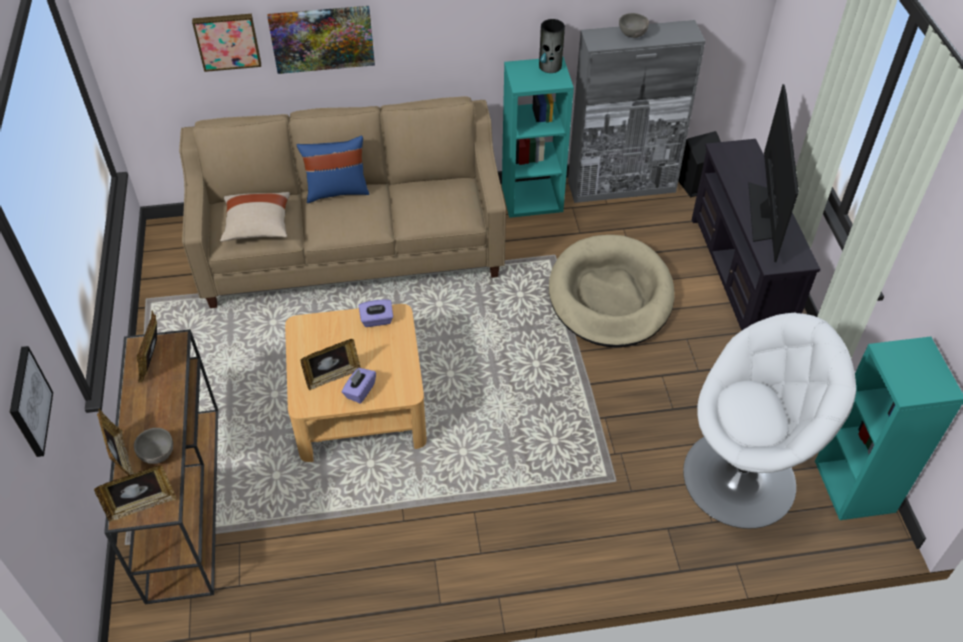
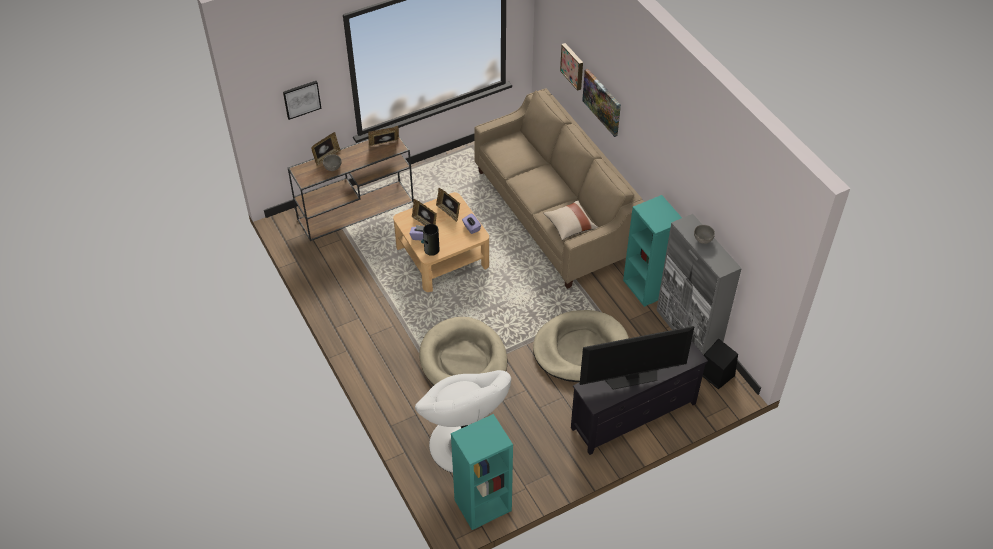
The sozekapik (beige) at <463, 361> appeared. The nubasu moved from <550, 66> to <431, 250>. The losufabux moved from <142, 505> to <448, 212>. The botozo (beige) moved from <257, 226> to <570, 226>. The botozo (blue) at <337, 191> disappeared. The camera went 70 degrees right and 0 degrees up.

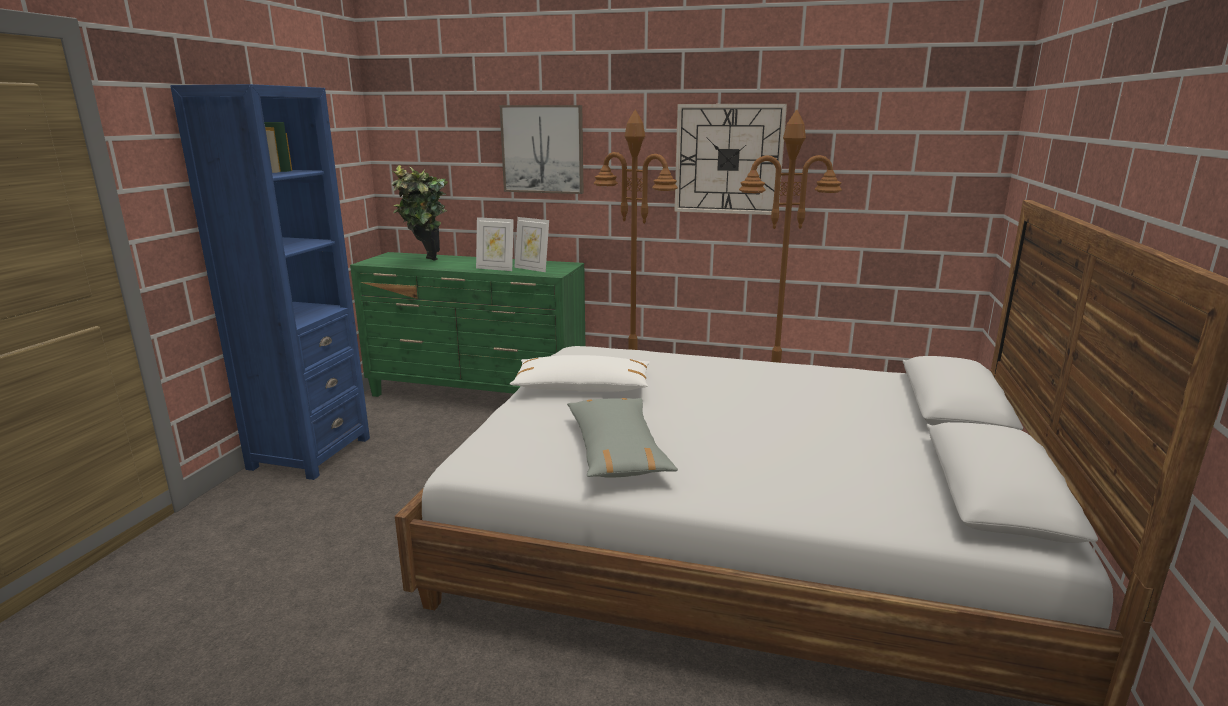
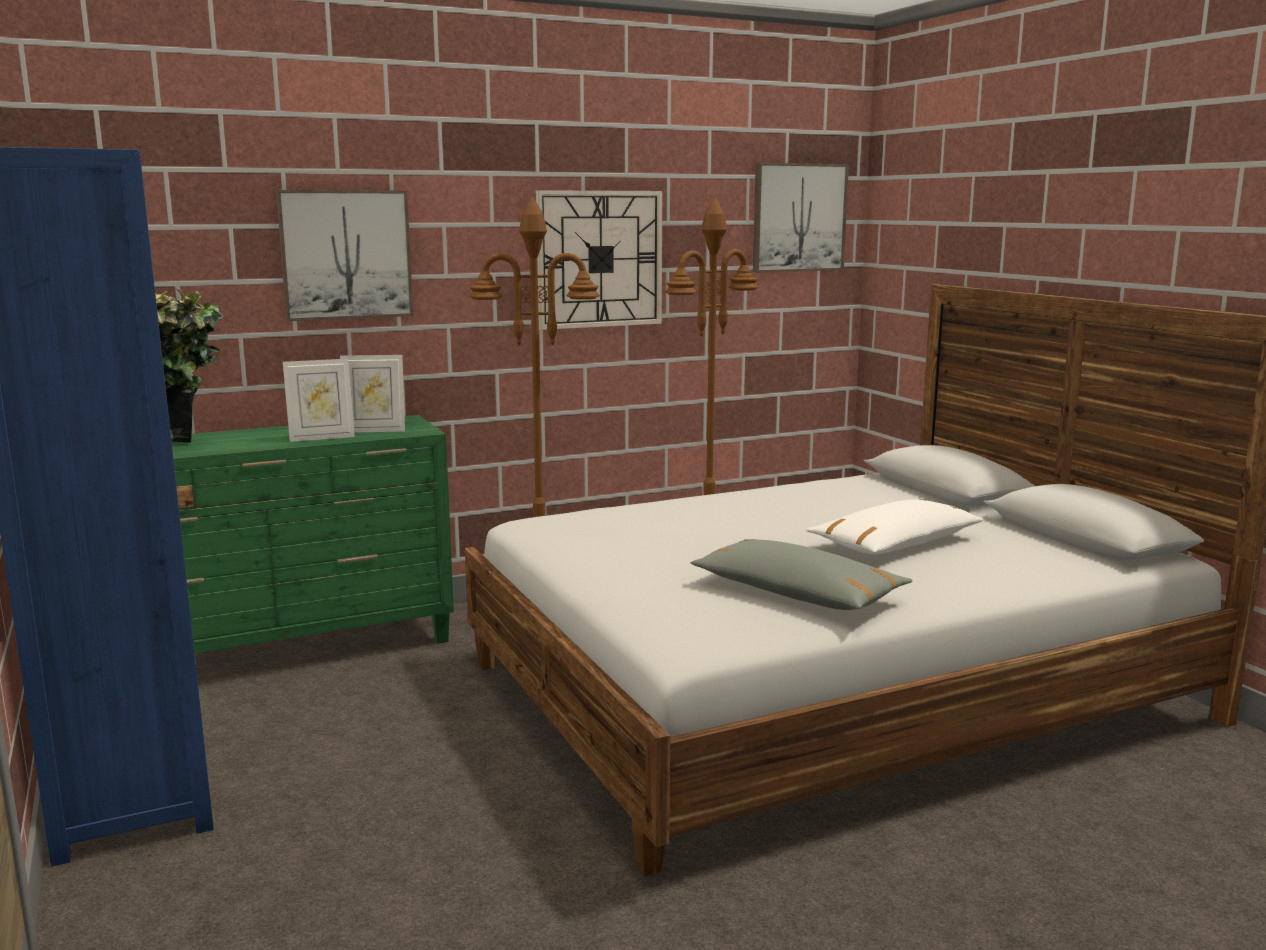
The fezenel at <798, 218> appeared. The botozo (white) moved from <582, 387> to <896, 544>. The camera went 40 degrees left and 5 degrees down.

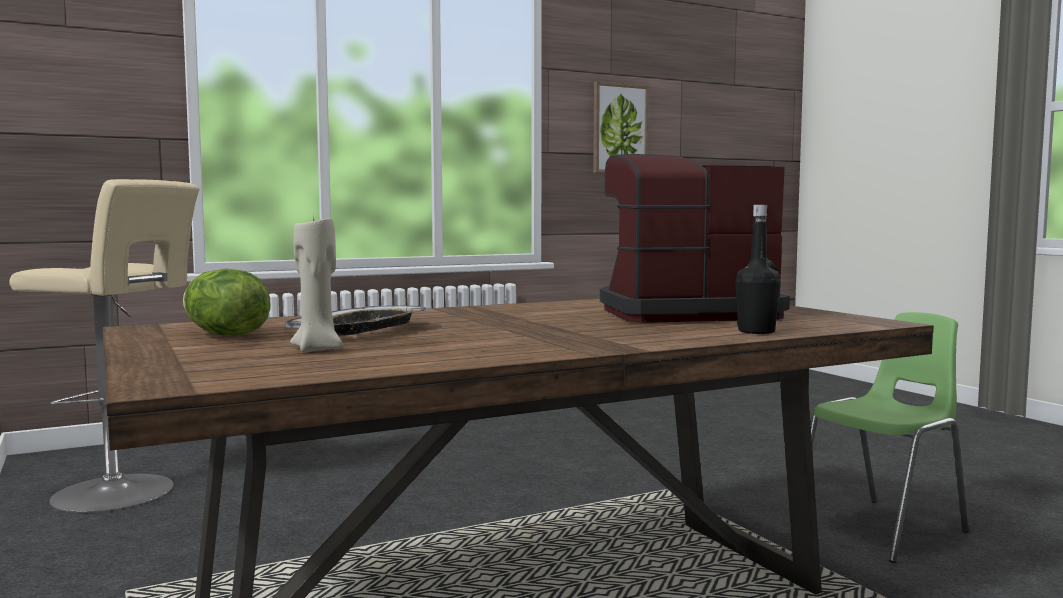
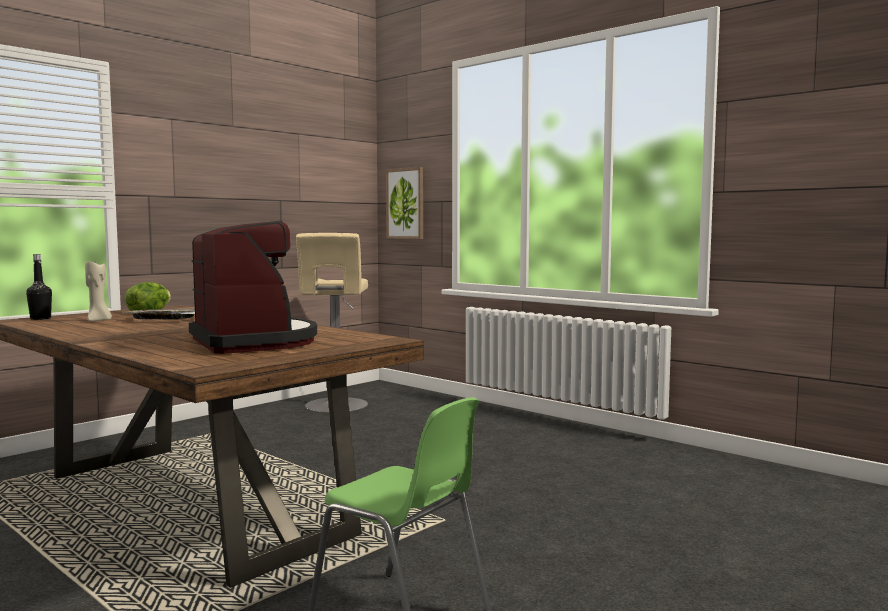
The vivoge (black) moved from <756, 331> to <40, 318>. The fezenel moved from <619, 129> to <405, 203>. The camera went 70 degrees right and 0 degrees up.

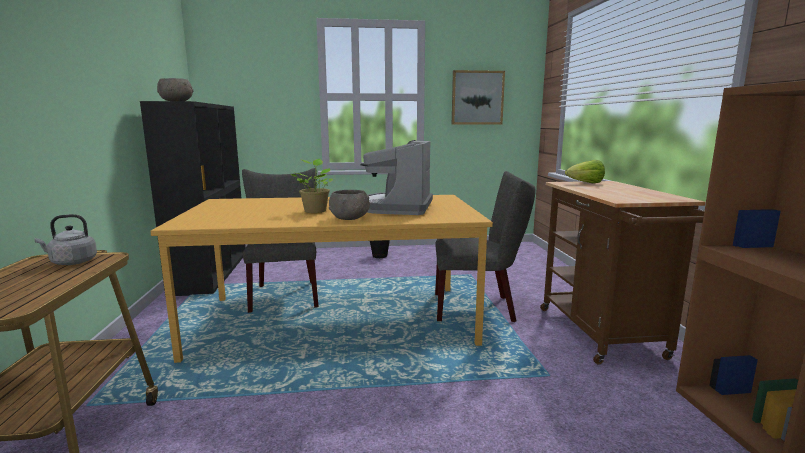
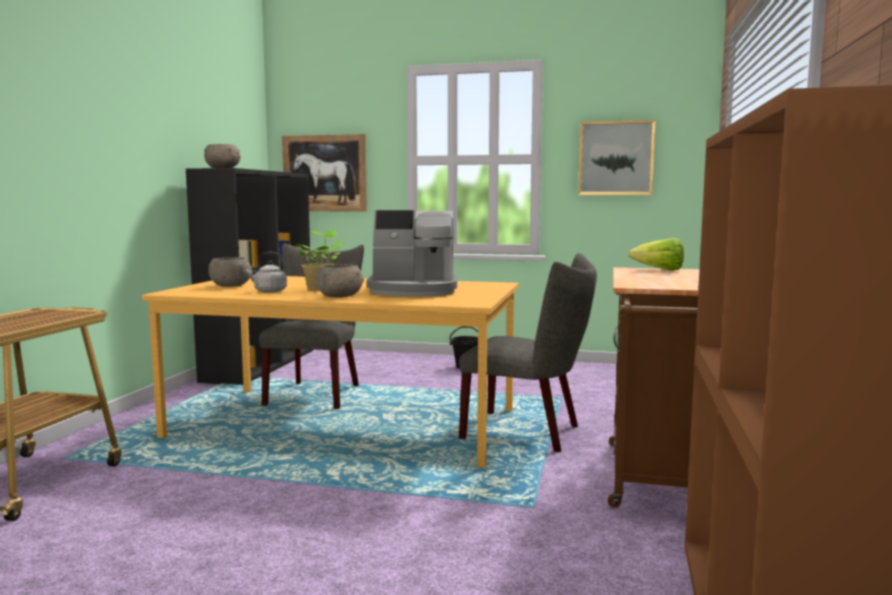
The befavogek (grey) at <231, 286> appeared. The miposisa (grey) moved from <71, 262> to <268, 291>. The fezenel at <324, 173> appeared. The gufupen at <397, 208> turned 120 degrees counterclockwise. The camera went 20 degrees right and 5 degrees down.

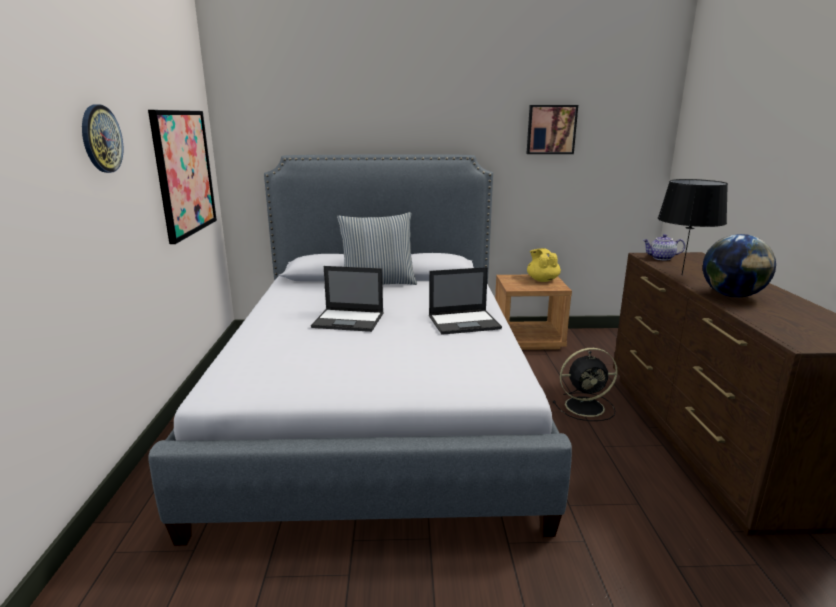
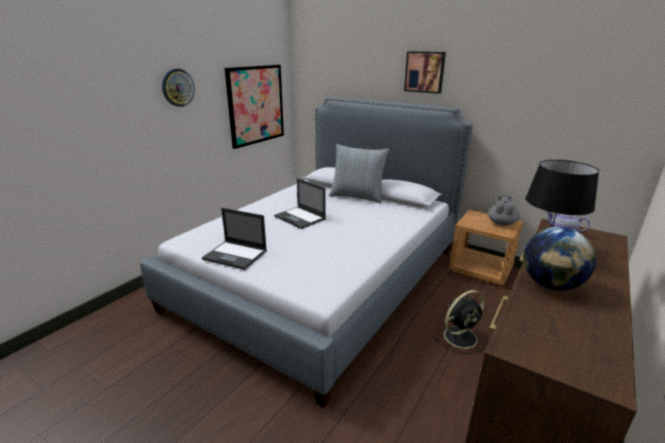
The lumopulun moved from <465, 322> to <236, 255>. The fezenel moved from <551, 129> to <424, 72>. The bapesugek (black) at <586, 406> turned 60 degrees counterclockwise. The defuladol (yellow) at <542, 280> became the defuladol (grey) at <501, 223>. The camera went 35 degrees right and 5 degrees up.

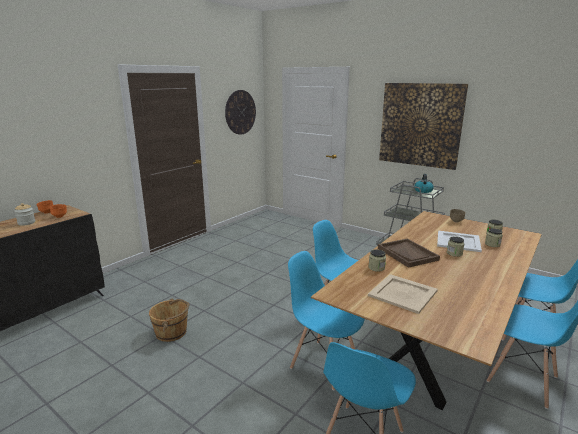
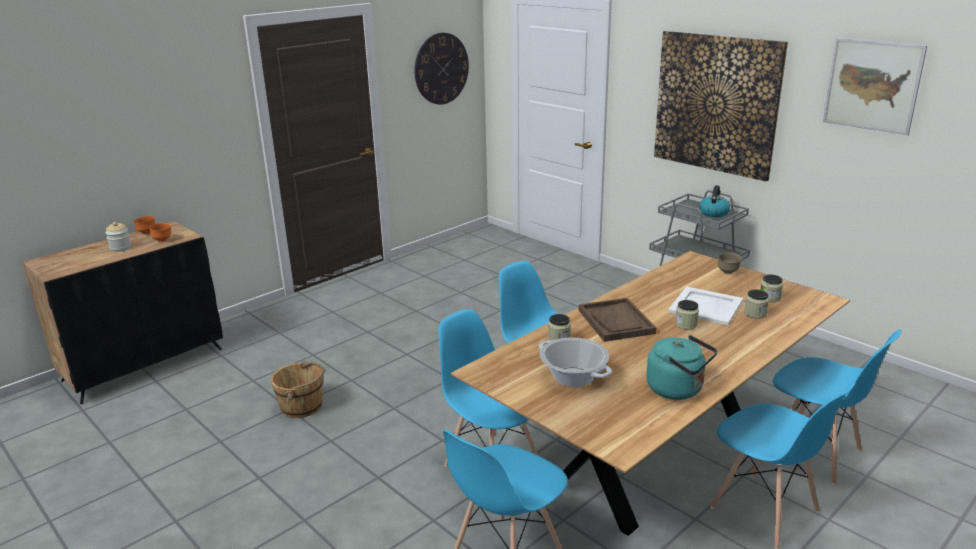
The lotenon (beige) at <403, 293> was replaced by the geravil at <573, 377>. The miposisa (turquoise) at <678, 389> appeared. The fezenel at <872, 85> appeared. The camera went 10 degrees right and 5 degrees up.

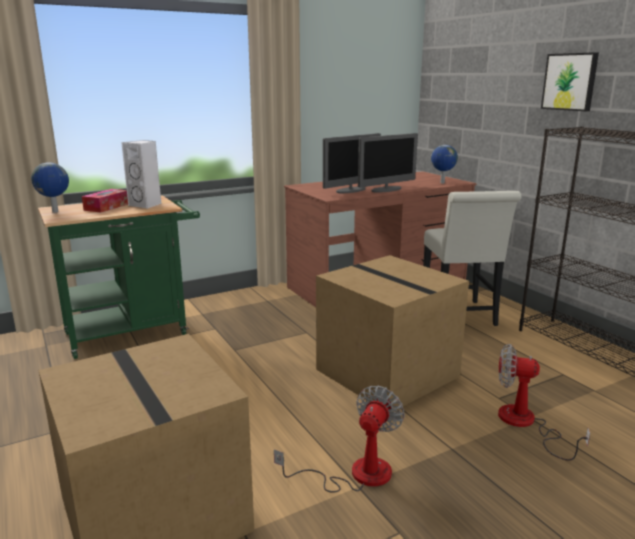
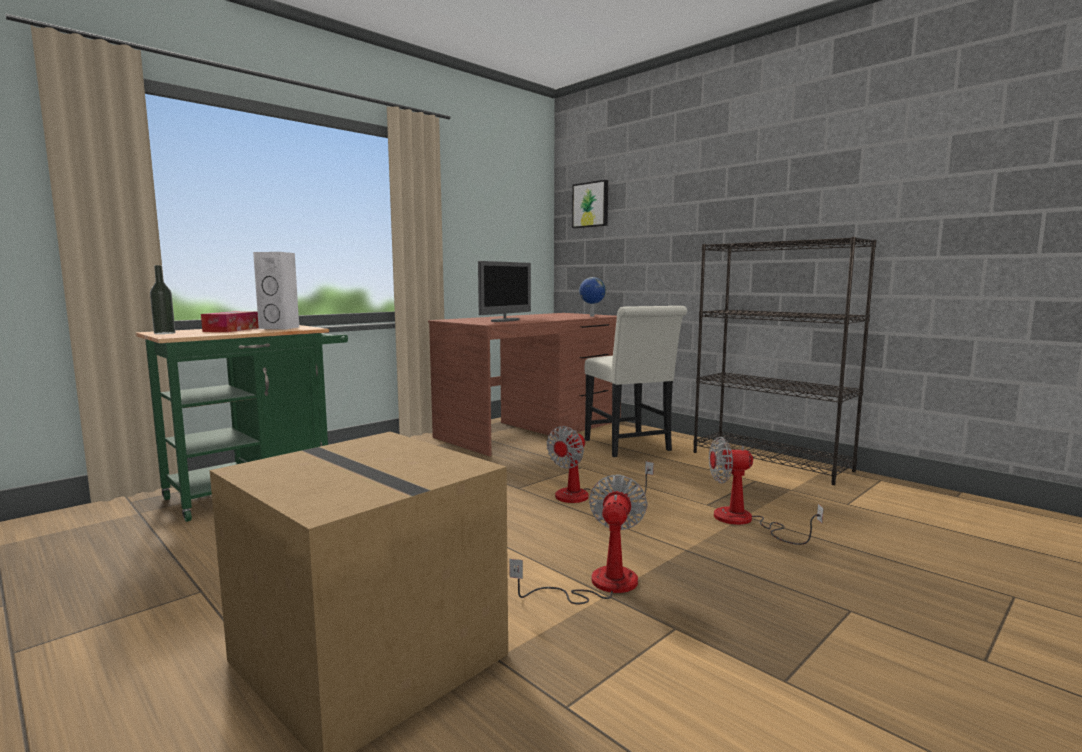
The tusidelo at <55, 212> was replaced by the vivoge at <164, 333>. The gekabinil at <389, 373> was replaced by the bapesugek at <585, 496>. The fezenel moved from <570, 82> to <591, 205>. The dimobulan at <386, 189> disappeared. The camera went 15 degrees left and 10 degrees down.

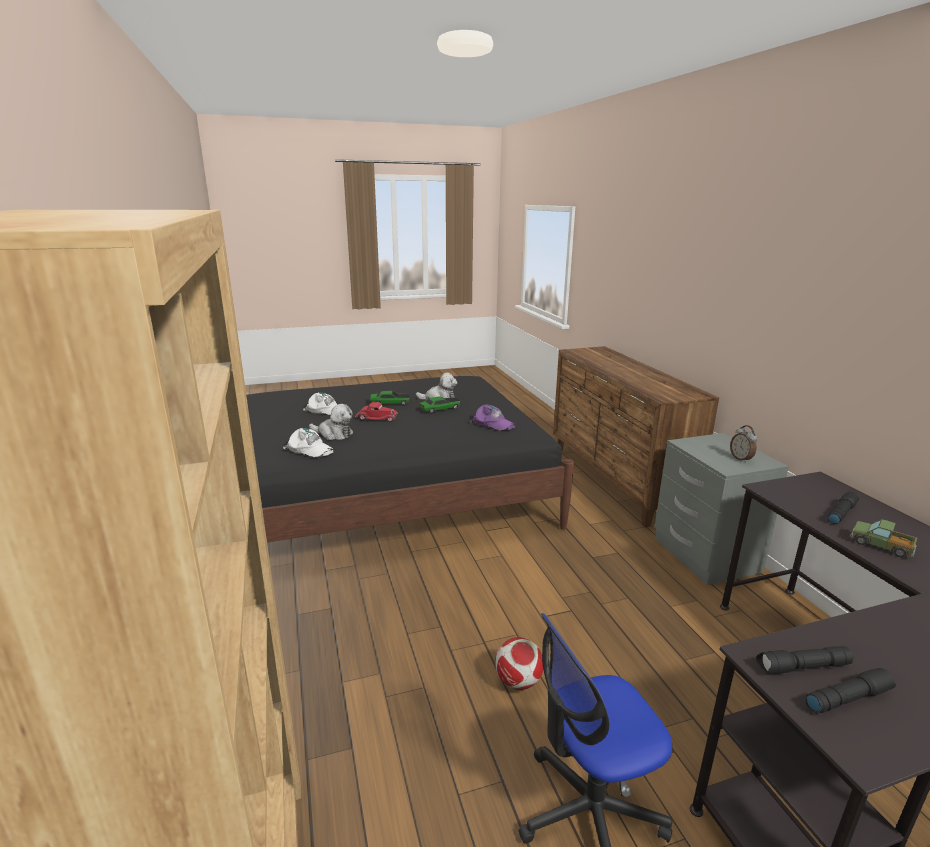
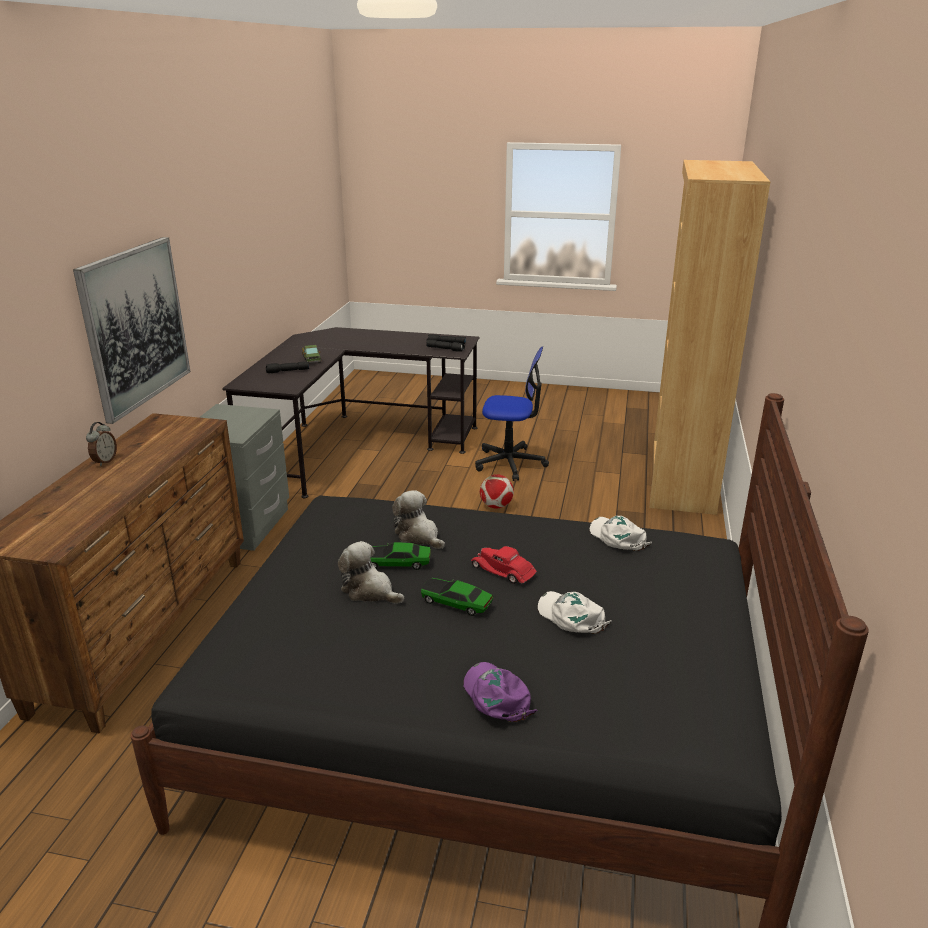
The fezenel at <135, 326> appeared. The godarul moved from <741, 459> to <104, 461>. The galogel moved from <334, 434> to <418, 536>. The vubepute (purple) moved from <492, 423> to <496, 696>. The camera went 150 degrees left and 5 degrees up.

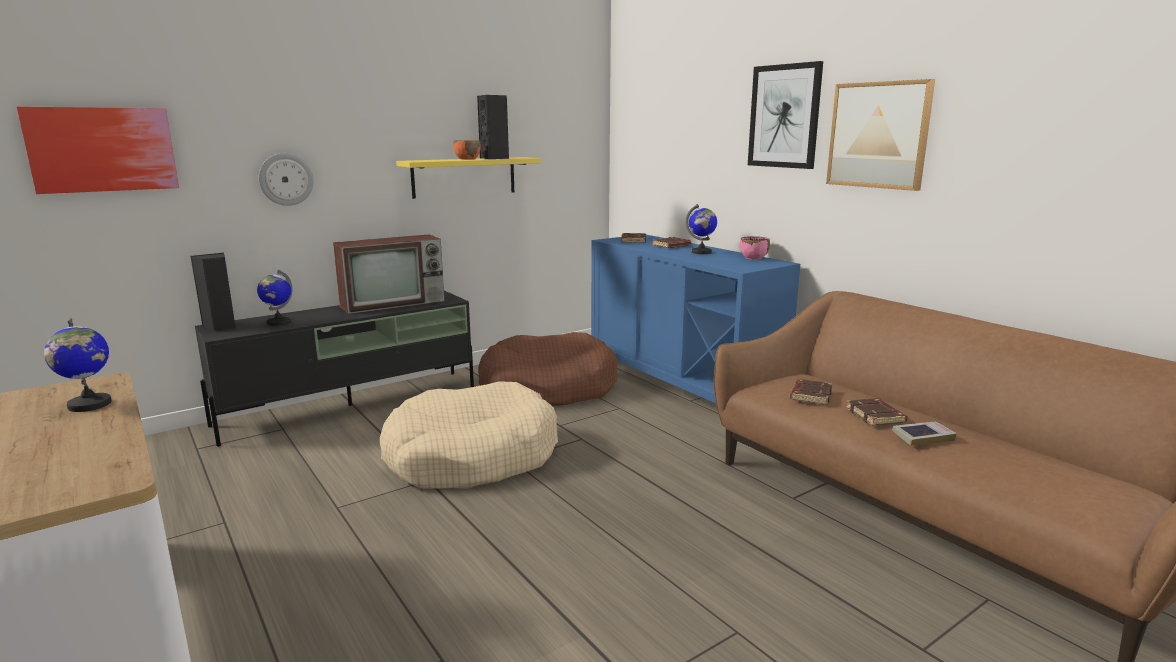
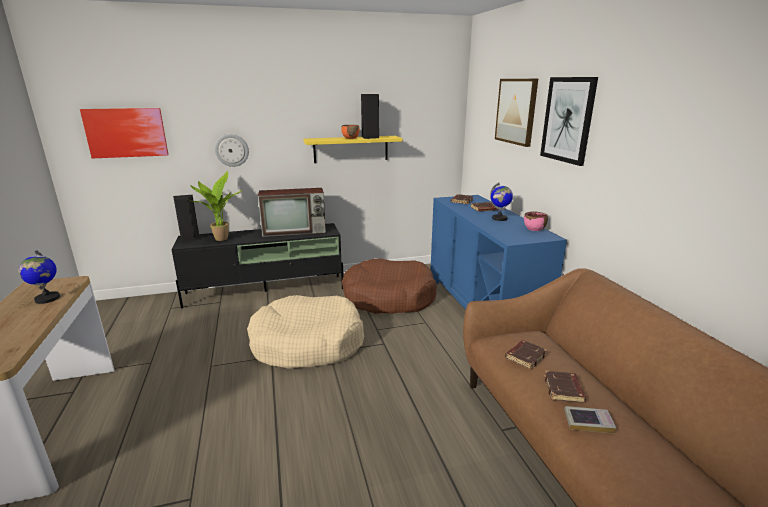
The tusidelo at <278, 322> was replaced by the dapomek at <220, 239>. The fezenel moved from <878, 135> to <516, 111>. The camera went 20 degrees right and 5 degrees up.

